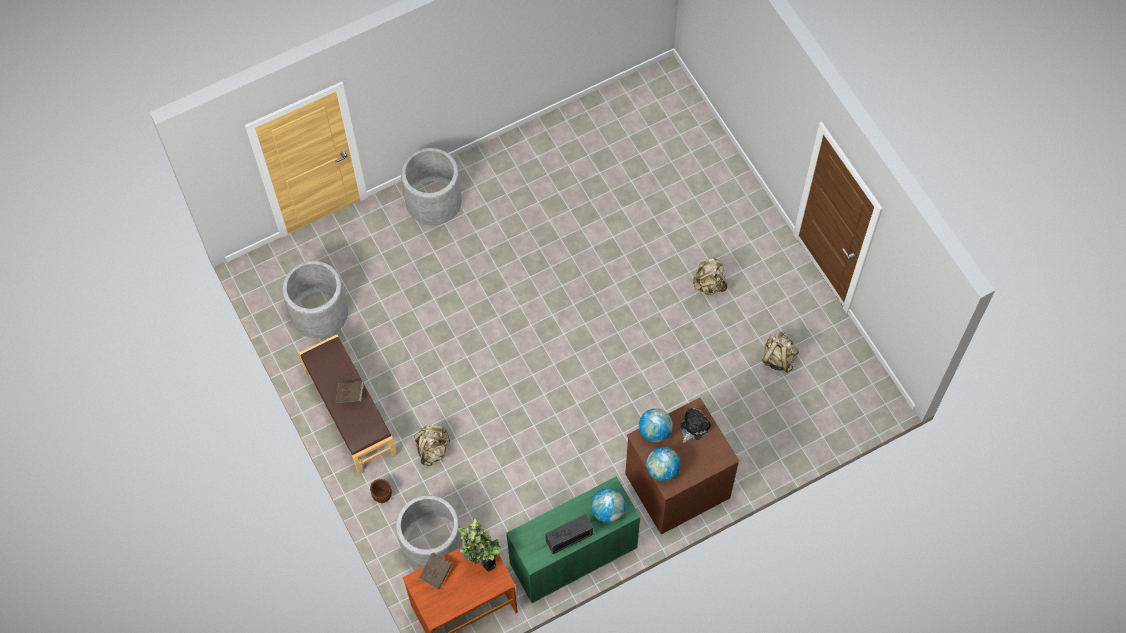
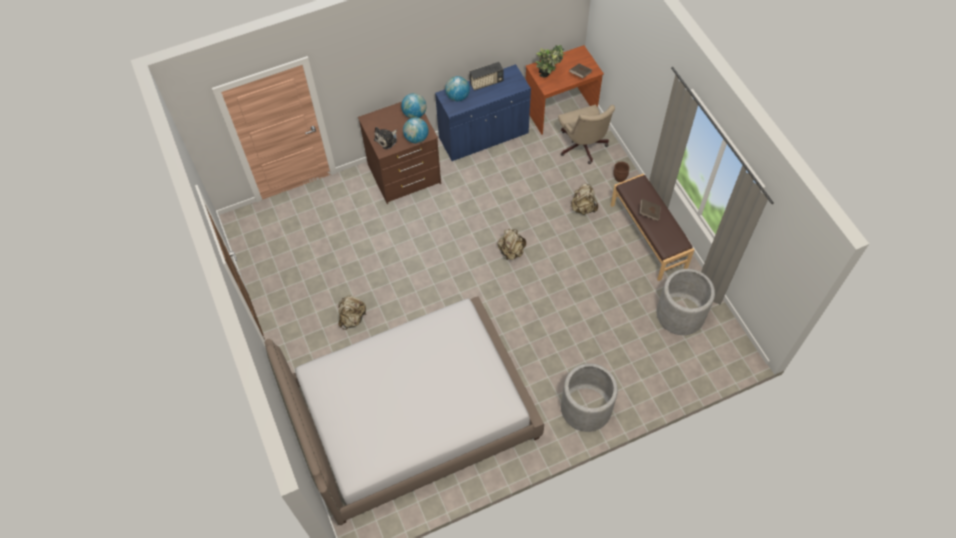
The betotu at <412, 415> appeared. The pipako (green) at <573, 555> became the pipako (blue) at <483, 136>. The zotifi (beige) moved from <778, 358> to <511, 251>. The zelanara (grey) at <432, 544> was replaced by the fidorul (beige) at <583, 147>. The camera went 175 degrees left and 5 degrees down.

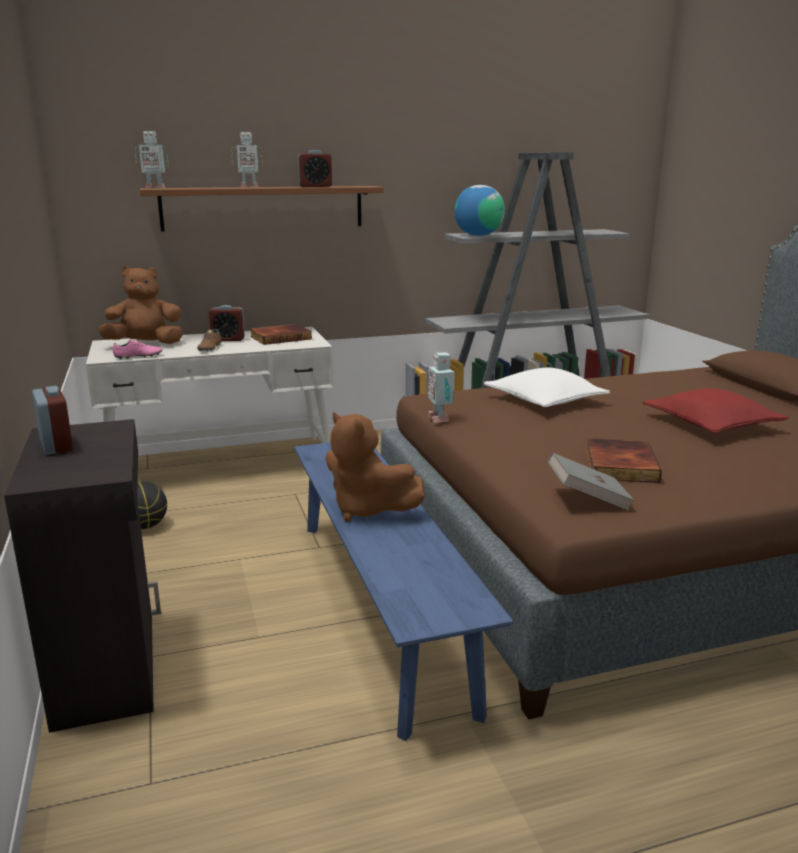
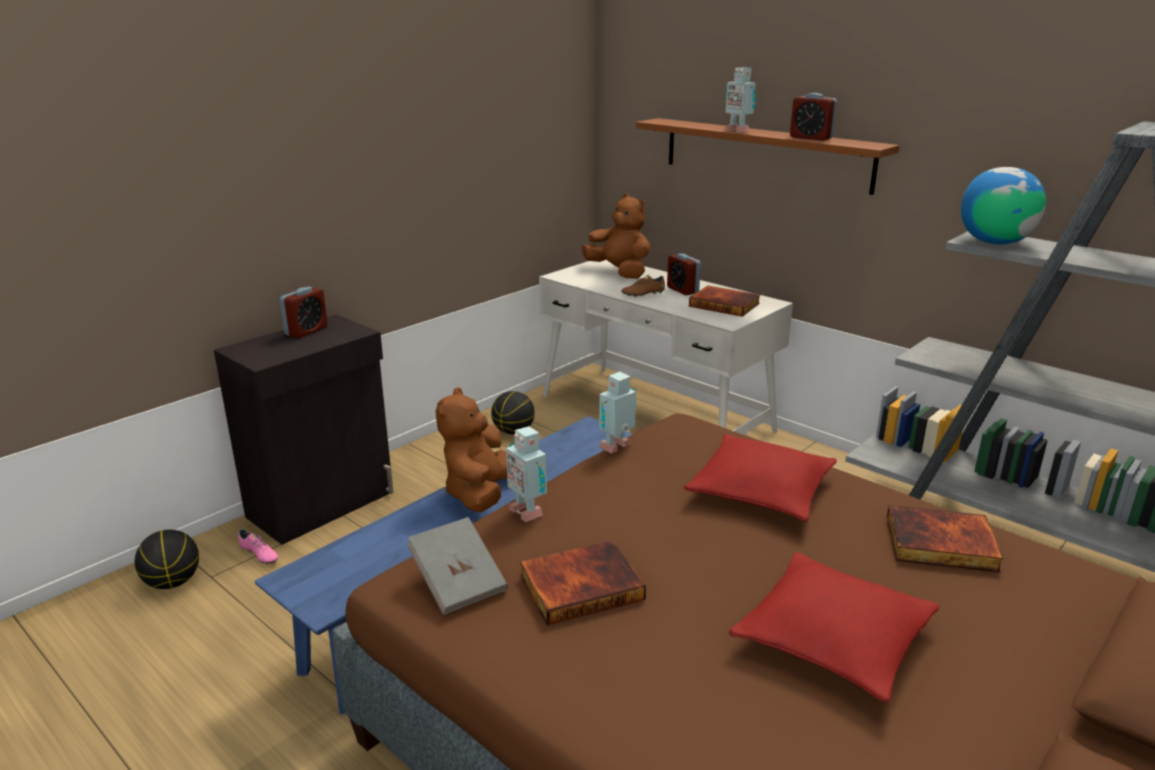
The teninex at <173, 582> appeared. The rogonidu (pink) moved from <138, 357> to <259, 555>. The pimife moved from <154, 188> to <527, 511>. The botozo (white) at <544, 401> became the botozo (red) at <760, 490>. The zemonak at <940, 545> appeared. The camera went 60 degrees right and 5 degrees up.

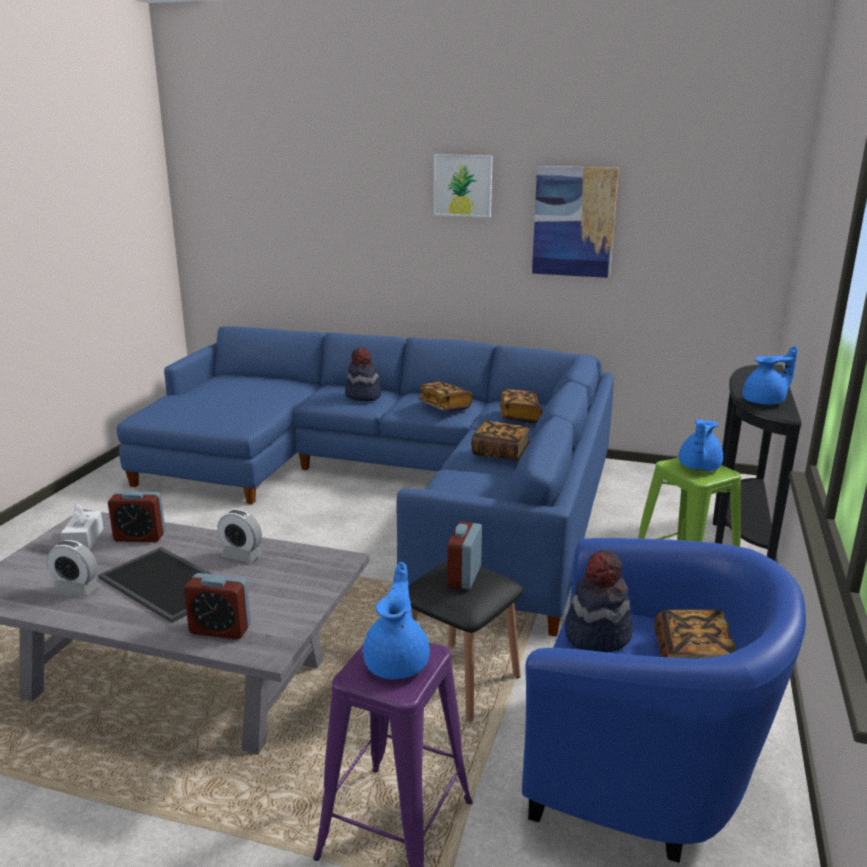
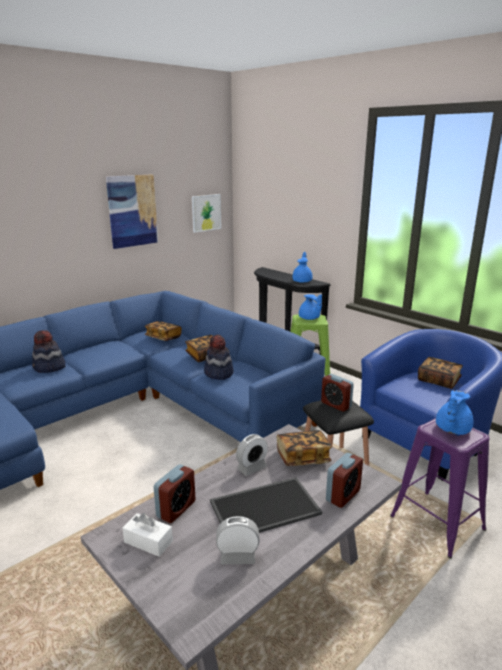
The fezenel moved from <462, 185> to <206, 213>. The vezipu moved from <596, 634> to <218, 373>. The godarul at <76, 589> turned 135 degrees counterclockwise. The zemonak moved from <444, 407> to <303, 458>. The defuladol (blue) at <398, 662> turned 90 degrees counterclockwise. The camera went 60 degrees left and 0 degrees up.

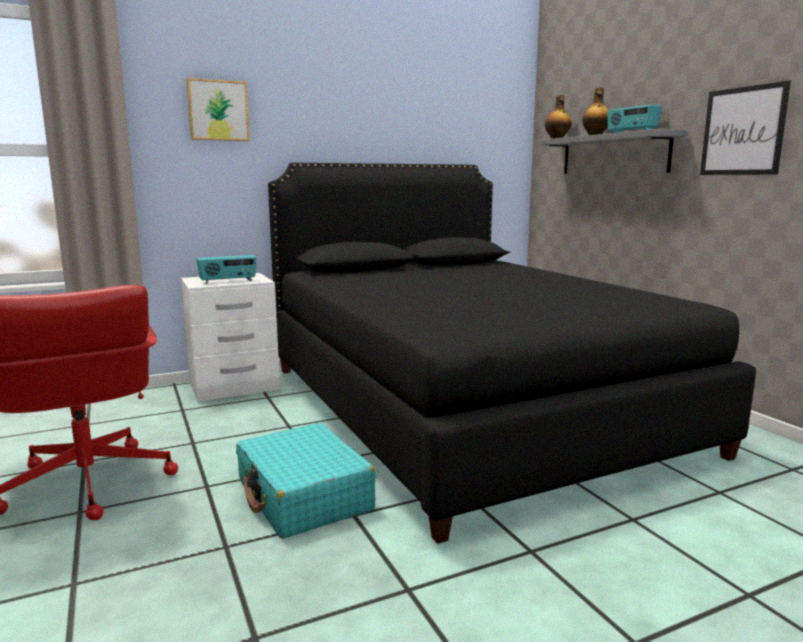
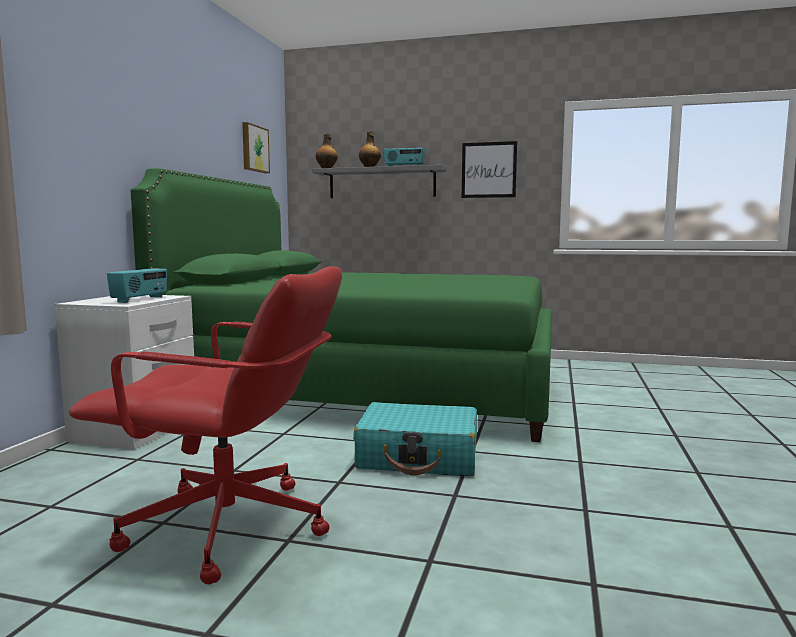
The betotu (black) at <465, 407> became the betotu (green) at <371, 387>. The fezenel moved from <218, 110> to <254, 148>. The camera went 50 degrees left and 5 degrees down.

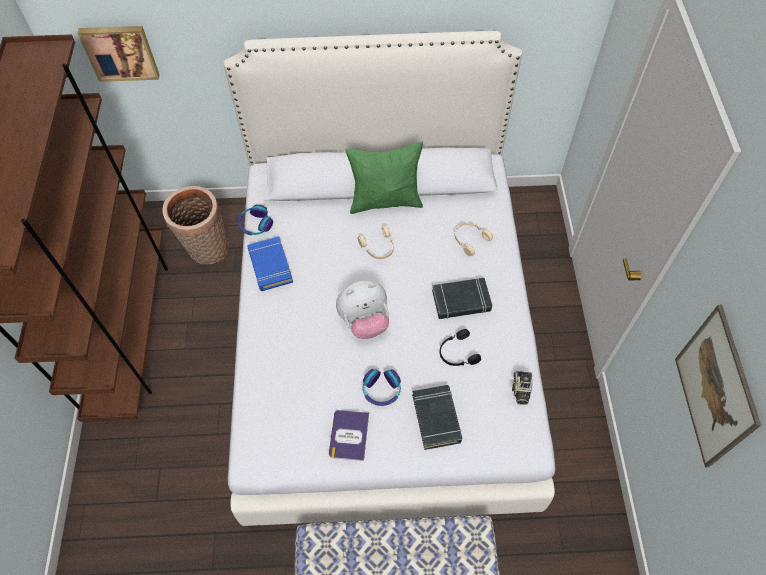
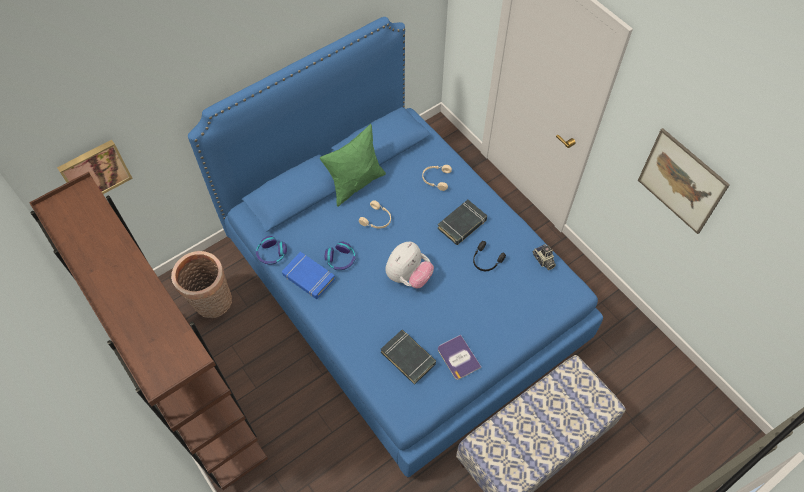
The betotu (white) at <382, 339> became the betotu (blue) at <401, 290>. The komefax moved from <381, 390> to <340, 259>. The zemonak (black) moved from <436, 418> to <408, 358>. The camera went 35 degrees left and 0 degrees up.

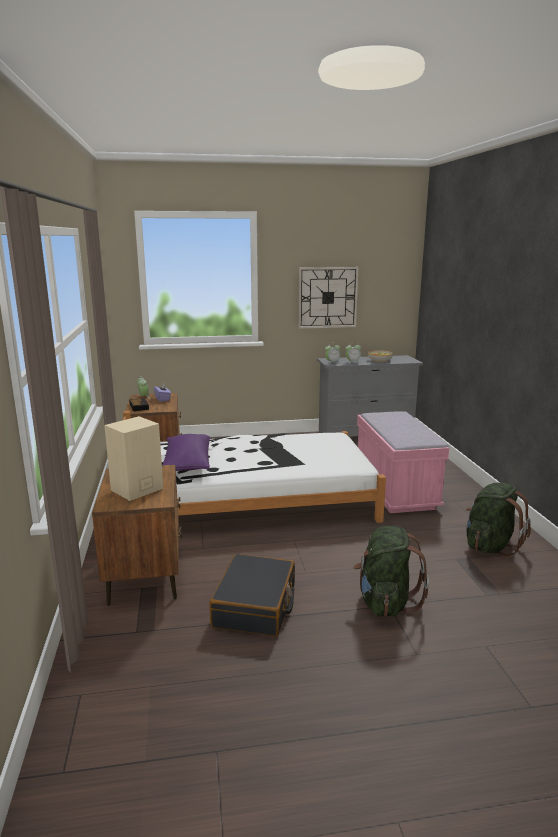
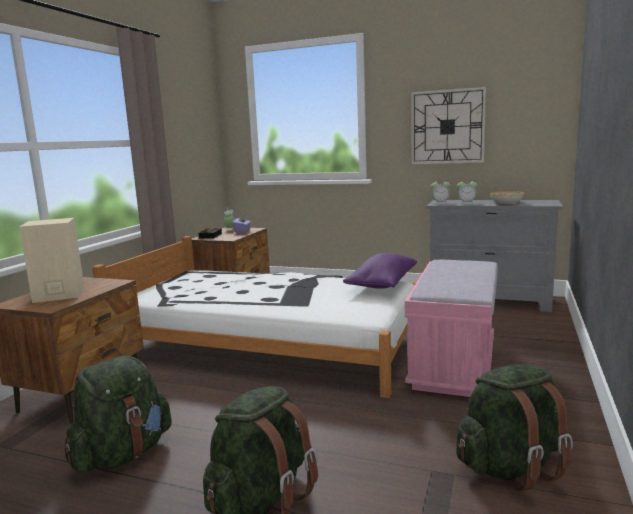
The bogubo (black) at <255, 606> was replaced by the zotifi (green) at <123, 454>. The botozo (purple) moved from <187, 464> to <382, 284>. The camera went 30 degrees right and 5 degrees down.

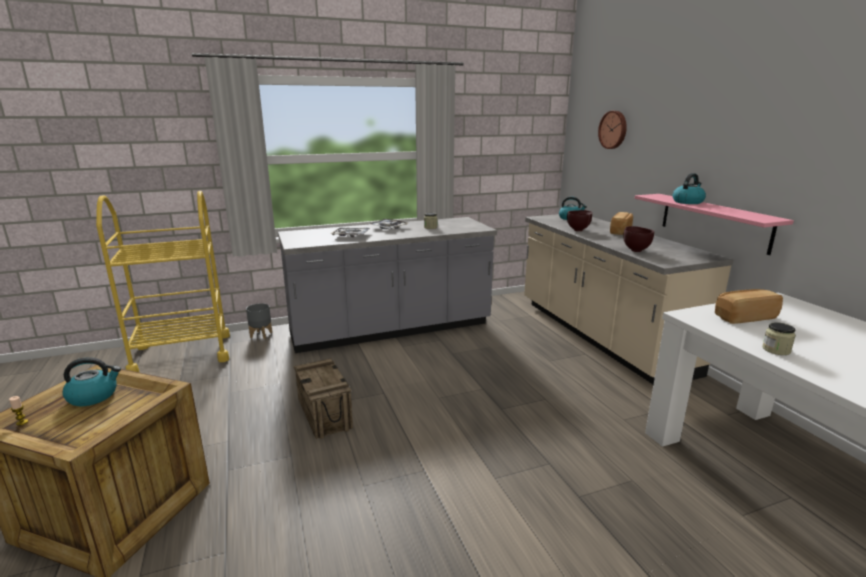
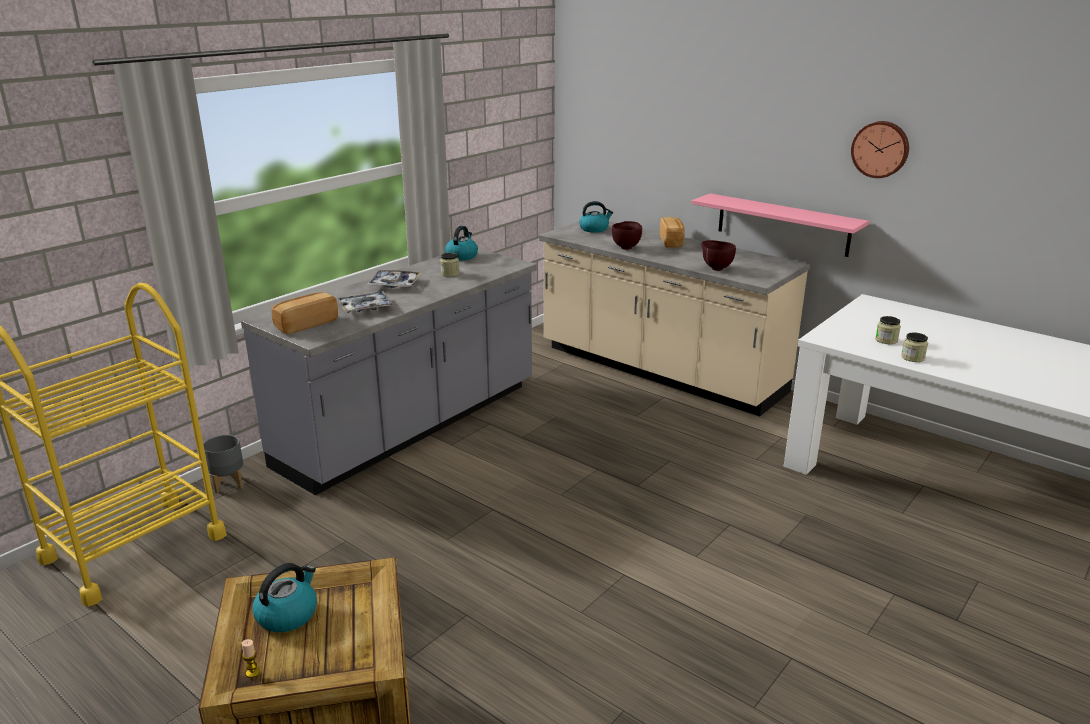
The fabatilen moved from <744, 317> to <306, 324>. The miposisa moved from <687, 202> to <462, 256>. The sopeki moved from <613, 130> to <880, 149>. The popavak at <886, 340> appeared. The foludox at <325, 414> disappeared. The camera went 30 degrees left and 5 degrees up.

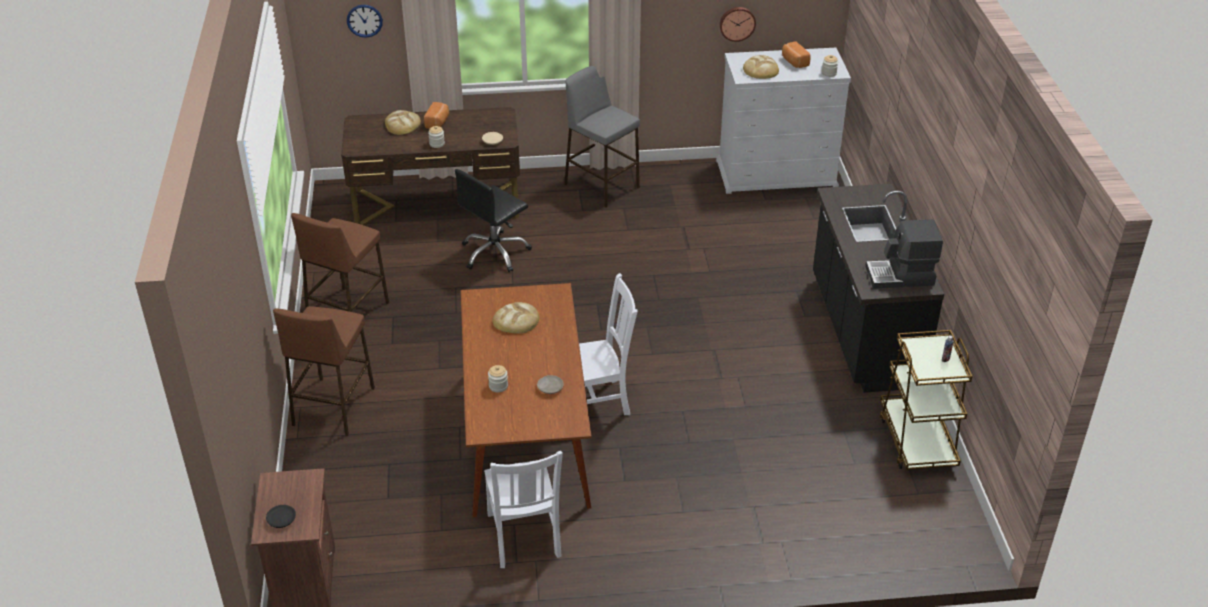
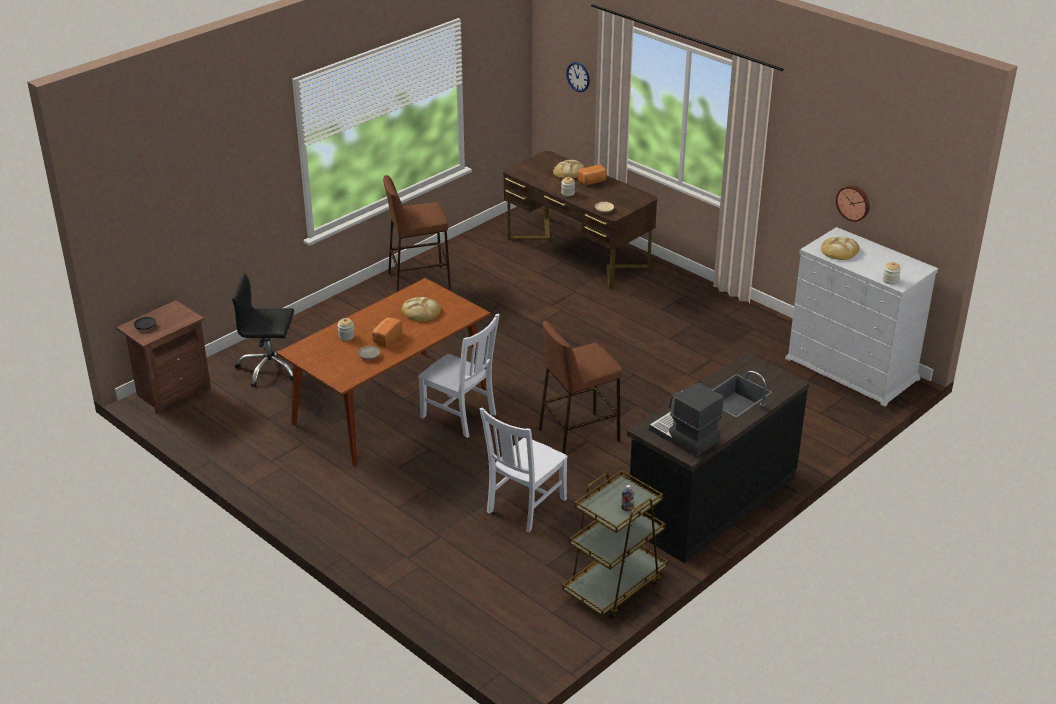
The fidorul (black) moved from <495, 253> to <270, 368>. The fabatilen moved from <794, 62> to <386, 338>. The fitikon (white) moved from <524, 537> to <524, 507>. The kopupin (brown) moved from <333, 407> to <578, 435>. The kopupin (grey) at <601, 185> disappeared. The camera went 50 degrees right and 5 degrees down.

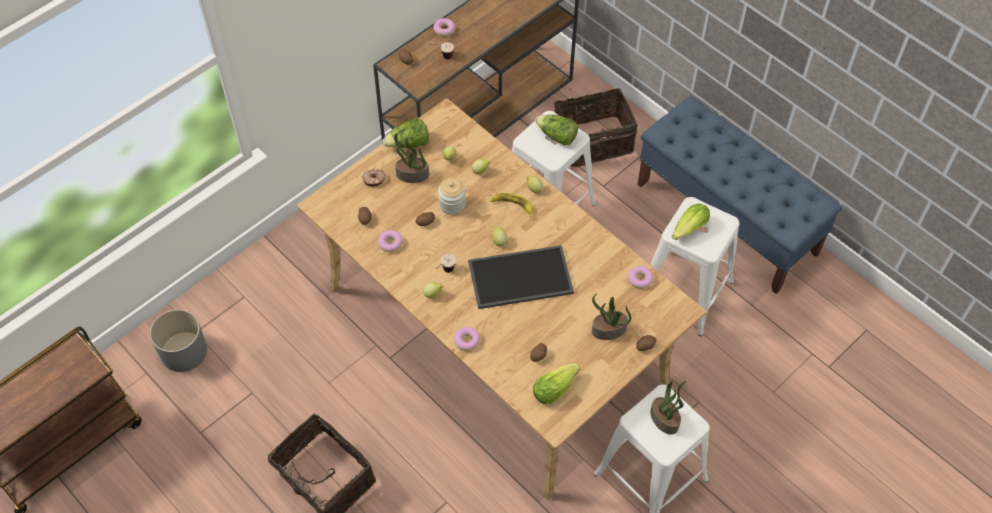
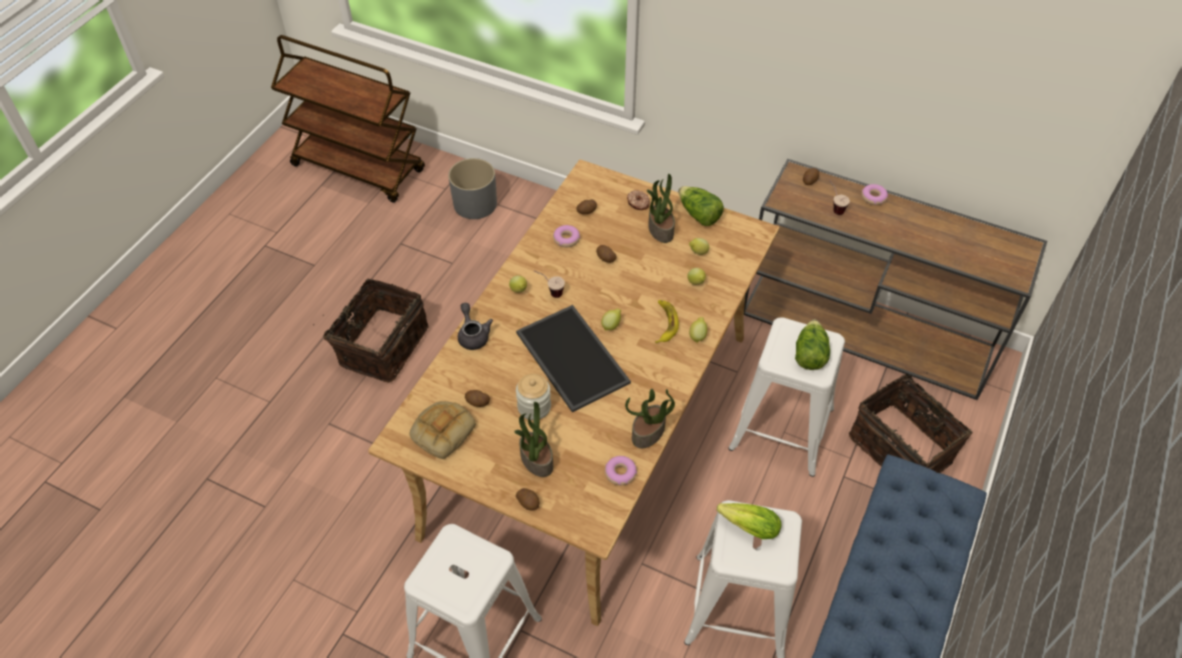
The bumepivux at <557, 387> was replaced by the fabatilen at <442, 430>. The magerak at <467, 340> was replaced by the defuladol (grey) at <473, 335>. The popavak moved from <452, 204> to <534, 407>. The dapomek moved from <665, 419> to <648, 433>. The camera went 70 degrees right and 5 degrees down.

